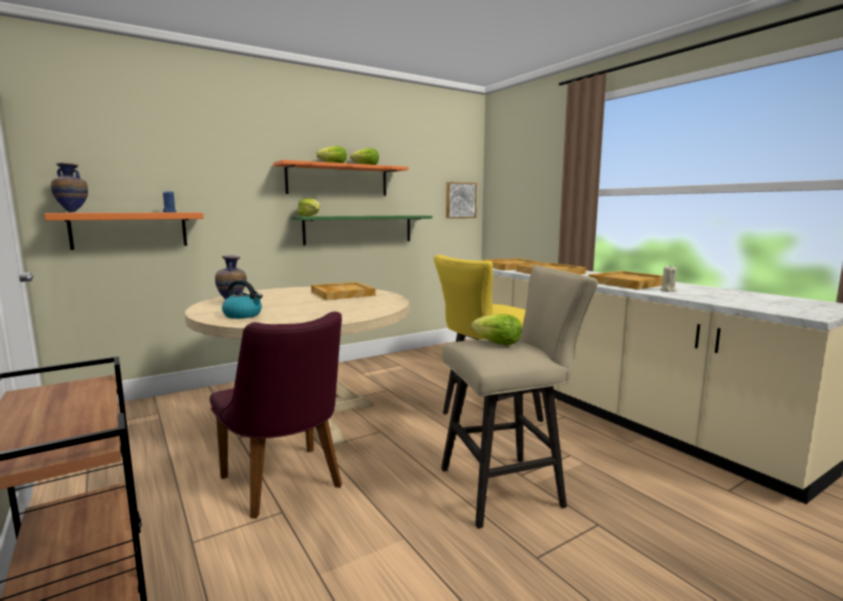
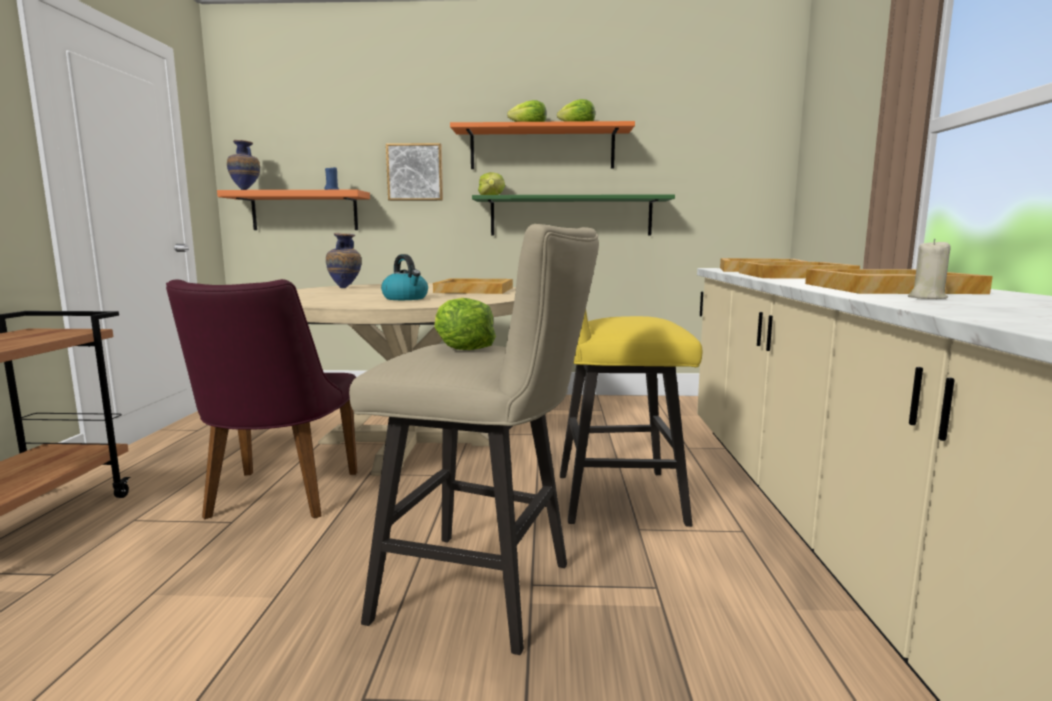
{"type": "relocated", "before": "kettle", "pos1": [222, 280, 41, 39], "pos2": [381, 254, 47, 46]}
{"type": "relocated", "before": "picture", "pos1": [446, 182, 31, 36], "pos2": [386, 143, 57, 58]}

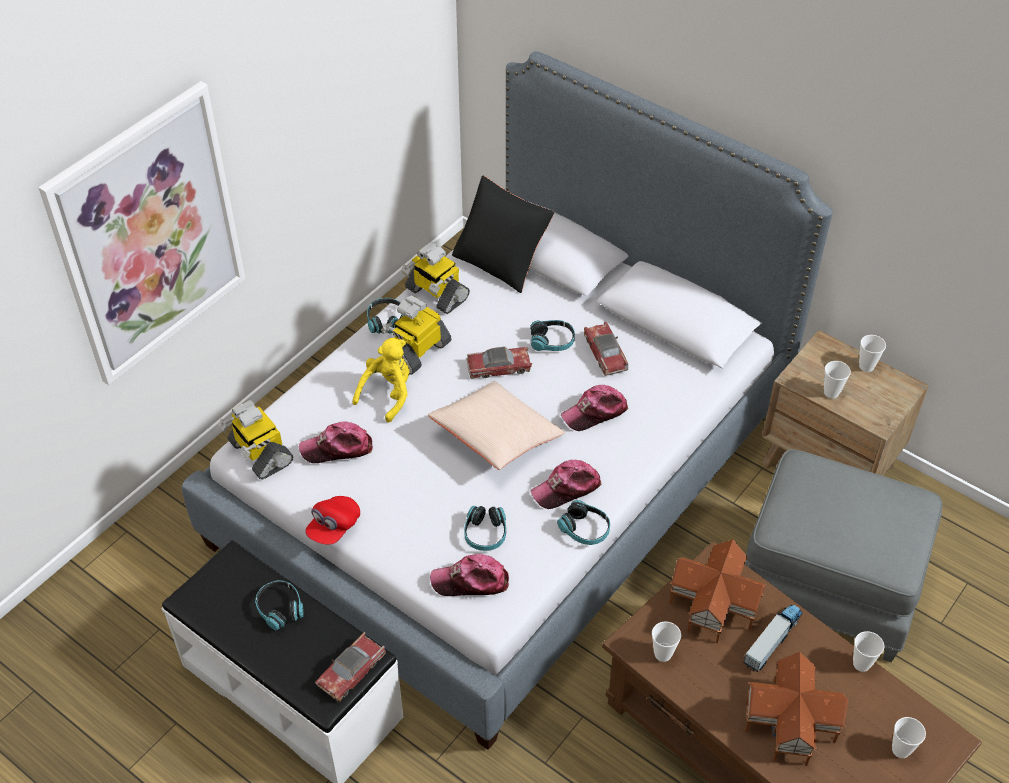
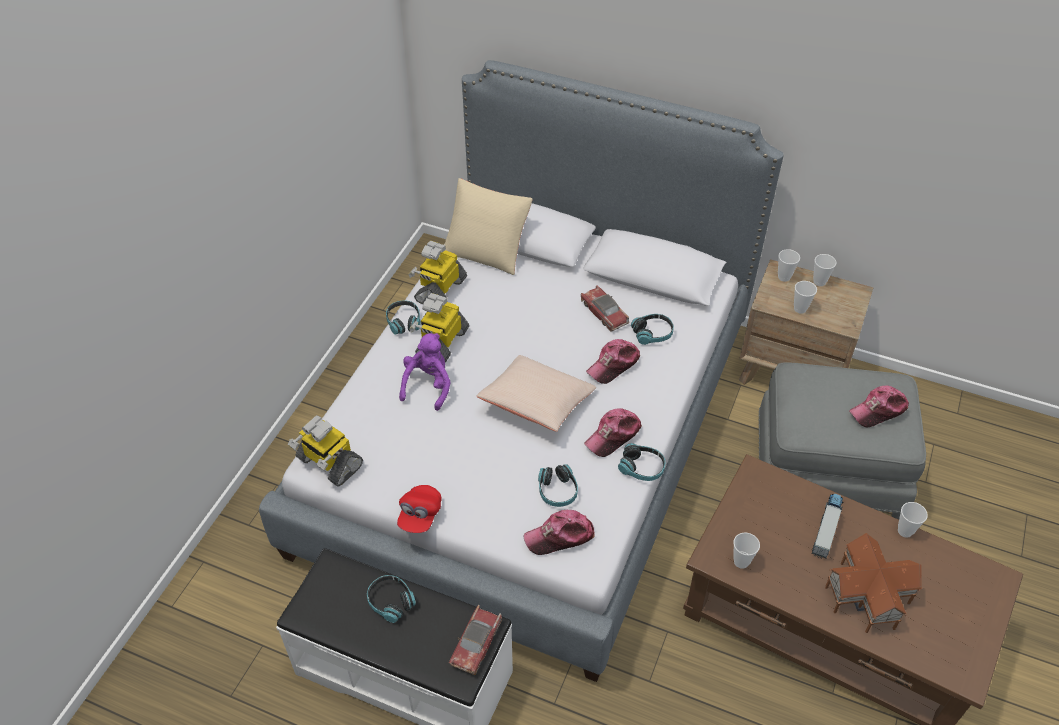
{"type": "colour", "before": "yellowish_plush_toy", "after": "purple-coloured_plush_toy", "pos1": [353, 338, 57, 85], "pos2": [399, 333, 52, 78]}
{"type": "spun", "before": "model_robot", "pos1": [401, 242, 69, 72], "pos2": [408, 241, 59, 63], "turn": 90}
{"type": "colour", "before": "blackish_pillow", "after": "beige_pillow", "pos1": [452, 175, 102, 118], "pos2": [444, 178, 89, 97]}
{"type": "relocated", "before": "headphones", "pos1": [530, 320, 45, 31], "pos2": [631, 314, 43, 31]}
{"type": "relocated", "before": "small_cup", "pos1": [892, 717, 34, 41], "pos2": [778, 249, 22, 33]}
{"type": "relocated", "before": "cap", "pos1": [299, 422, 74, 41], "pos2": [849, 386, 60, 42]}
{"type": "missing", "before": "picture", "pos1": [38, 81, 208, 304]}
{"type": "missing", "before": "model_car", "pos1": [466, 347, 66, 32]}
{"type": "missing", "before": "miniature_house", "pos1": [670, 539, 97, 104]}

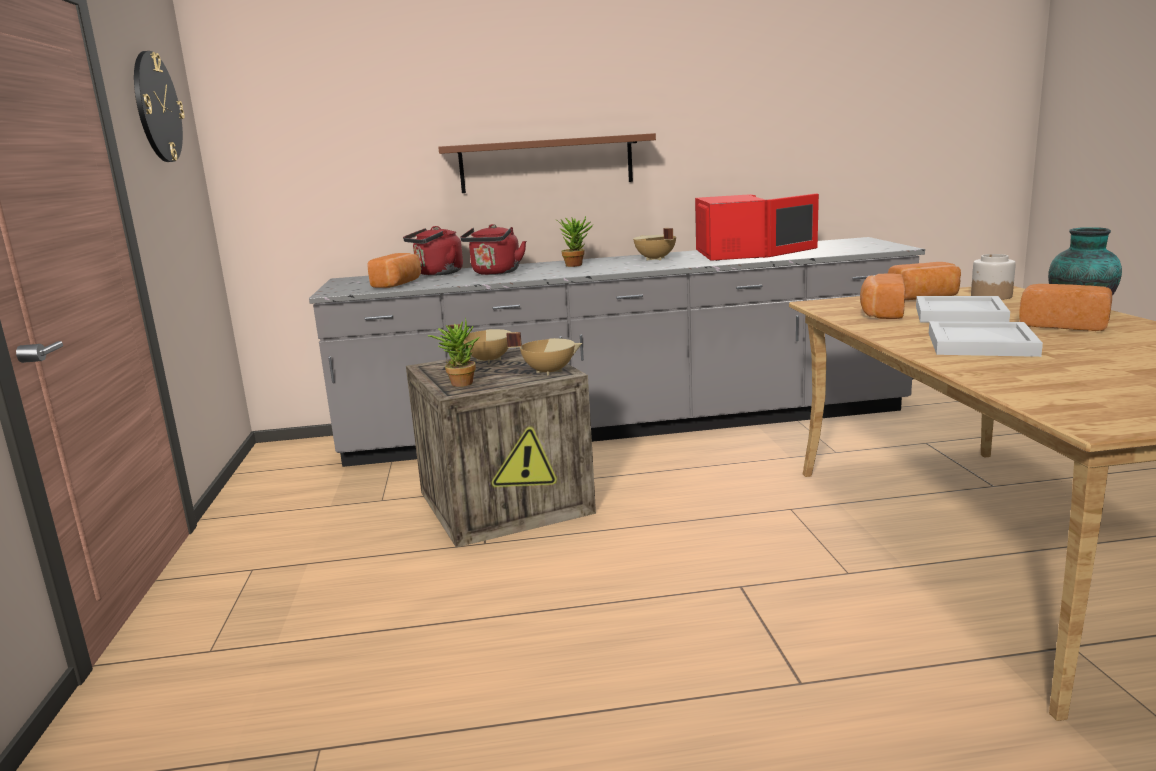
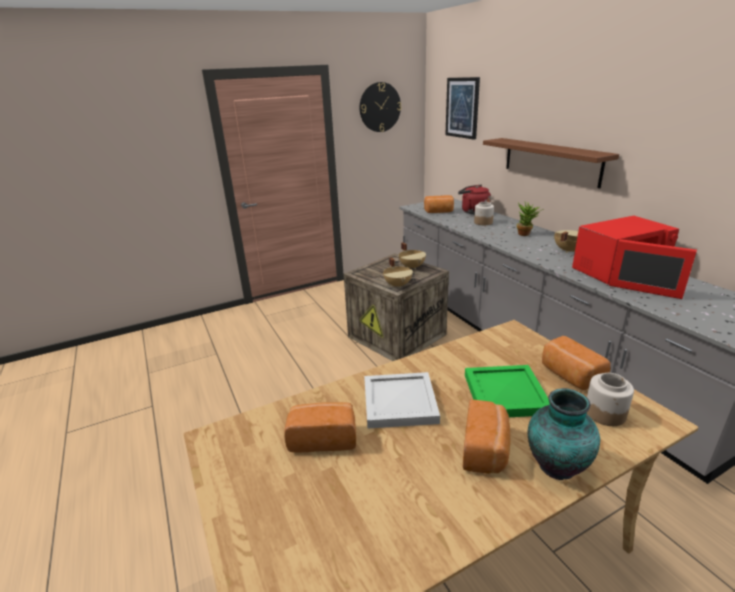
{"type": "relocated", "before": "baked_bread", "pos1": [860, 274, 45, 45], "pos2": [284, 402, 72, 51]}
{"type": "appeared", "after": "picture", "pos2": [445, 77, 35, 63]}
{"type": "colour", "before": "white_carrying_tray", "after": "green-coloured_carrying_tray", "pos1": [916, 296, 94, 27], "pos2": [465, 365, 85, 52]}
{"type": "exchanged", "before": "red_kettle", "after": "preserve_jar", "pos1": [460, 224, 66, 51], "pos2": [474, 202, 20, 23]}
{"type": "missing", "before": "plant_in_a_pot", "pos1": [427, 317, 52, 70]}

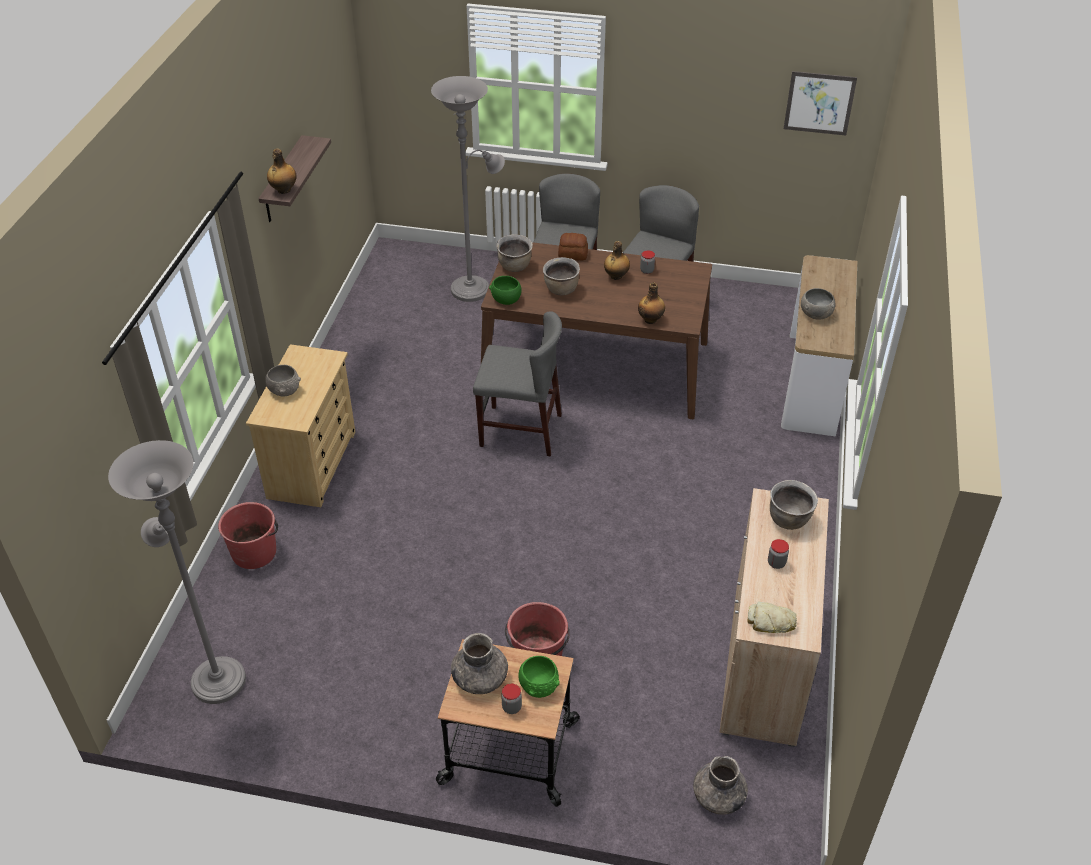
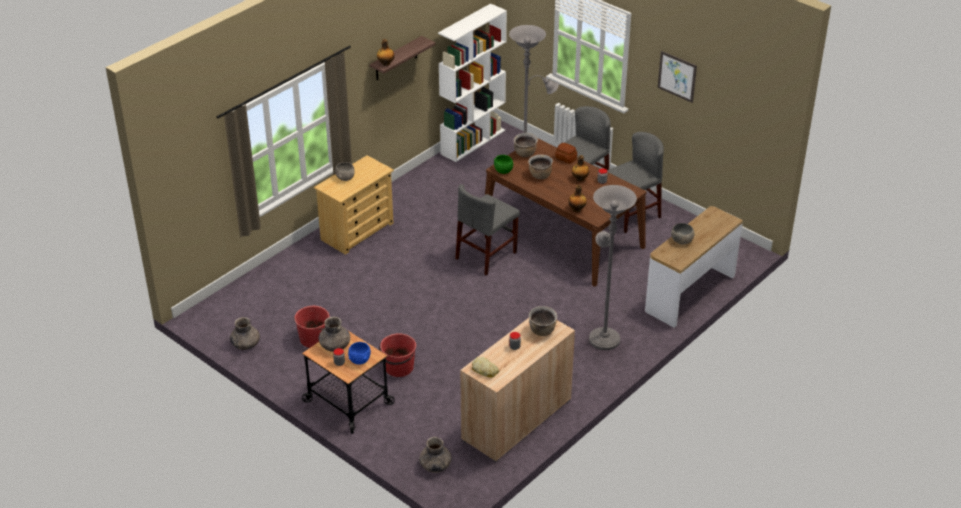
{"type": "appeared", "after": "greyish_vase", "pos2": [230, 317, 30, 33]}
{"type": "relocated", "before": "red_pail", "pos1": [218, 502, 60, 67], "pos2": [294, 306, 36, 42]}
{"type": "colour", "before": "green-coloured_bowl", "after": "bluish_bowl", "pos1": [518, 656, 42, 42], "pos2": [348, 342, 23, 23]}
{"type": "appeared", "after": "white_bookcase", "pos2": [438, 3, 69, 159]}
{"type": "spun", "before": "greyish_plain_chair", "pos1": [473, 311, 89, 146], "pos2": [455, 184, 65, 92], "turn": 90}
{"type": "relocated", "before": "greyish_standing_lamp", "pos1": [108, 440, 138, 264], "pos2": [589, 185, 48, 165]}
{"type": "relocated", "before": "picture", "pos1": [784, 71, 73, 64], "pos2": [658, 51, 39, 52]}

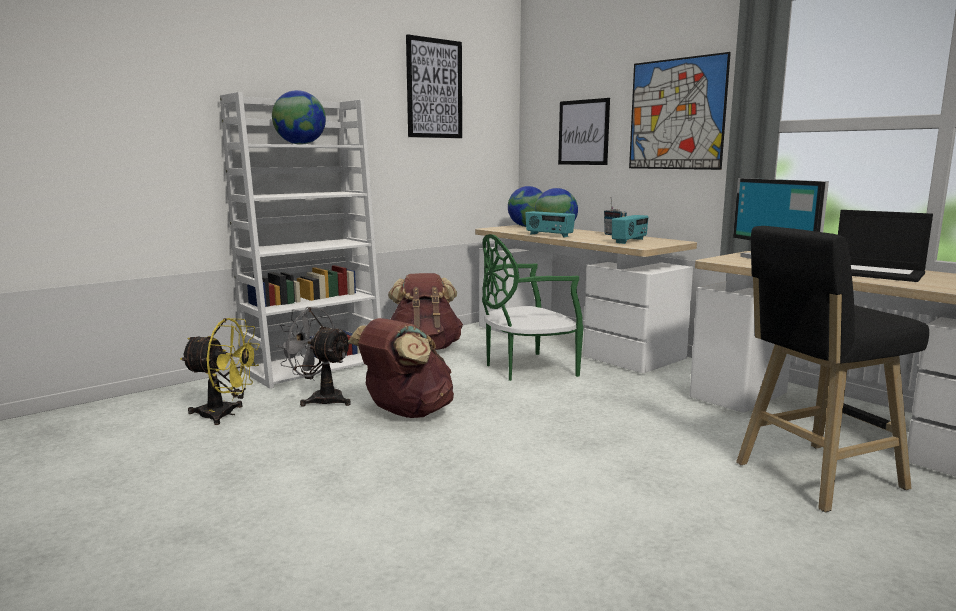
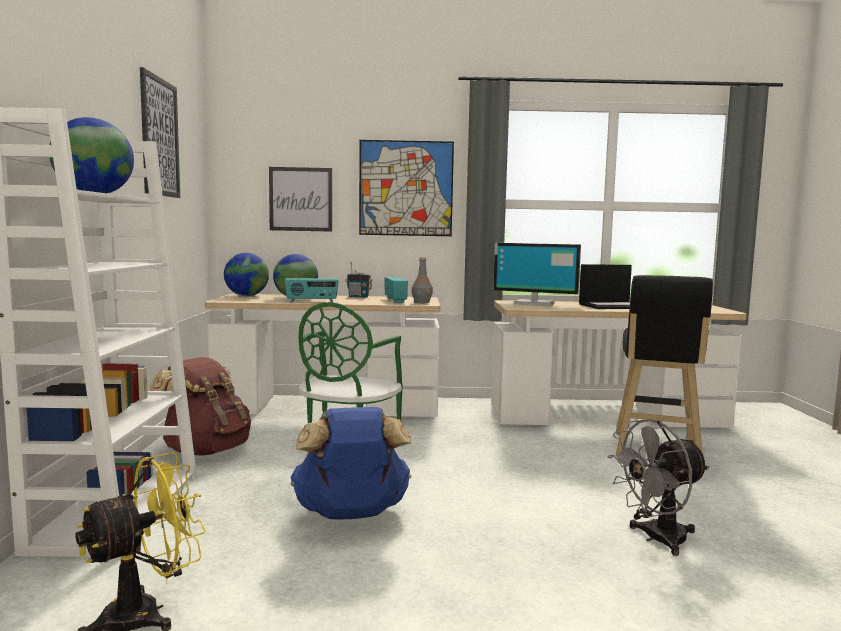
{"type": "colour", "before": "brown-coloured_rucksack", "after": "bluish_rucksack", "pos1": [348, 318, 106, 100], "pos2": [291, 407, 120, 113]}
{"type": "appeared", "after": "greyish_drink_bottle", "pos2": [412, 257, 21, 46]}
{"type": "relocated", "before": "greyish_cooling_fan", "pos1": [276, 307, 75, 100], "pos2": [607, 419, 102, 137]}

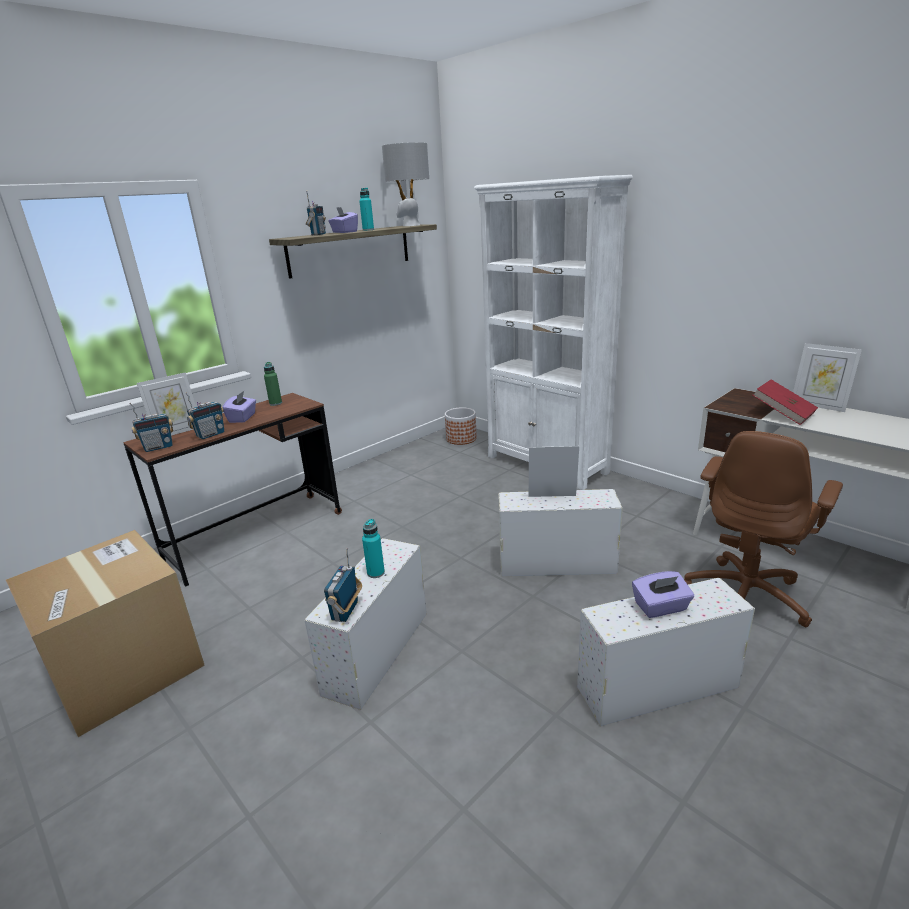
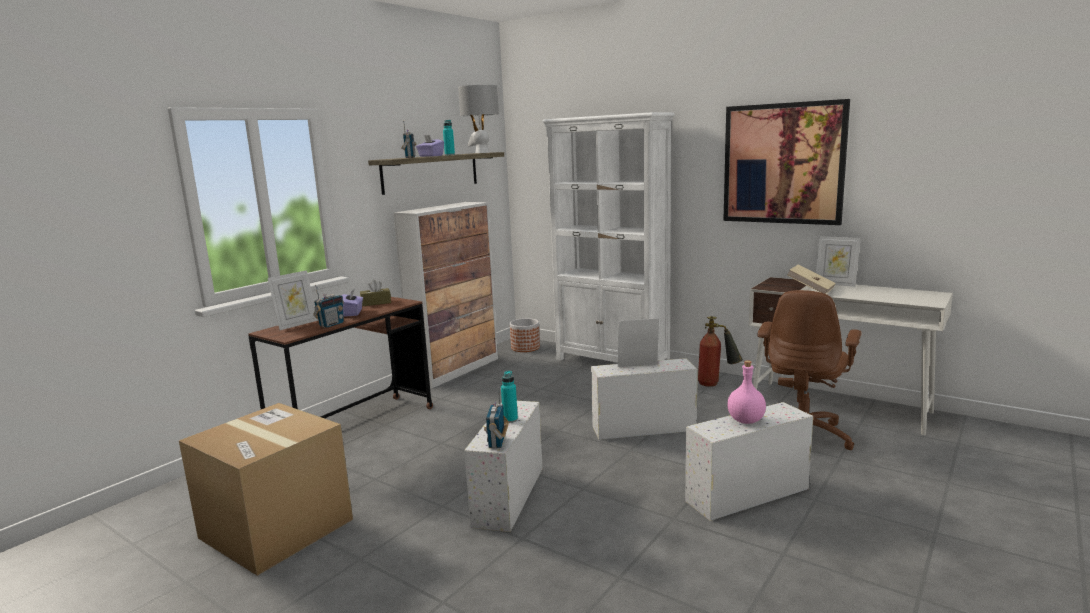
{"type": "exchanged", "before": "green-coloured_drink_bottle", "after": "brown-coloured_box_of_tissues", "pos1": [264, 362, 18, 44], "pos2": [360, 280, 31, 26]}
{"type": "appeared", "after": "cabinet", "pos2": [394, 202, 104, 186]}
{"type": "appeared", "after": "fire_extinguisher", "pos2": [698, 316, 45, 71]}
{"type": "appeared", "after": "picture", "pos2": [723, 99, 127, 126]}
{"type": "exchanged", "before": "purple-coloured_box_of_tissues", "after": "pink_drink_bottle", "pos1": [632, 571, 62, 47], "pos2": [727, 360, 39, 64]}
{"type": "colour", "before": "red_volume", "after": "beige_volume", "pos1": [753, 379, 65, 46], "pos2": [787, 264, 49, 30]}
{"type": "missing", "before": "radio_receiver", "pos1": [130, 403, 43, 49]}

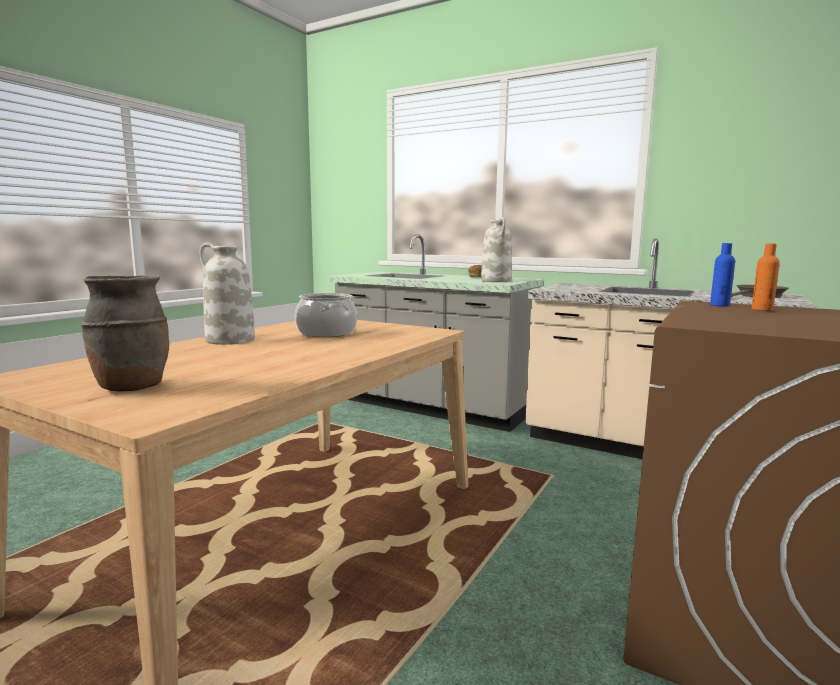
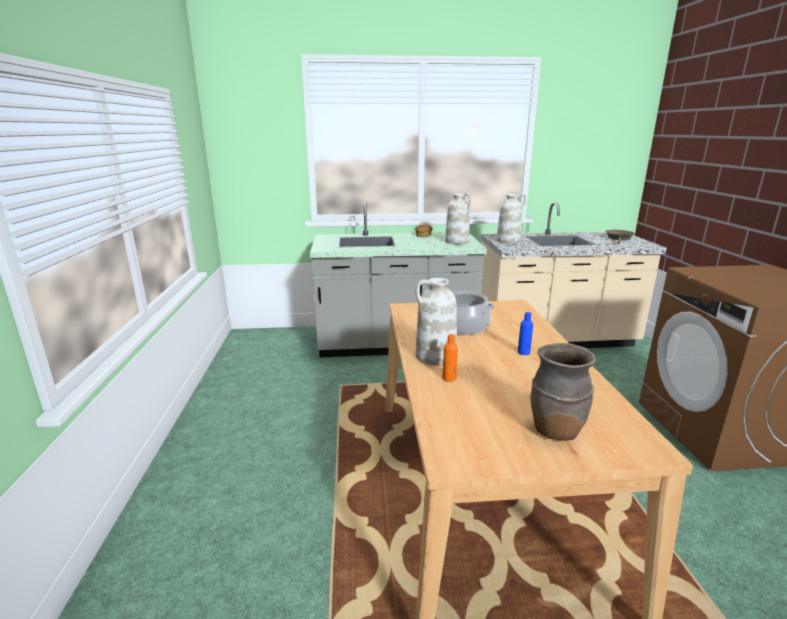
{"type": "relocated", "before": "orange-coloured_drink_bottle", "pos1": [752, 244, 28, 67], "pos2": [443, 334, 15, 48]}
{"type": "appeared", "after": "white_vase", "pos2": [497, 193, 29, 51]}
{"type": "relocated", "before": "bluish_drink_bottle", "pos1": [710, 243, 25, 63], "pos2": [518, 312, 15, 43]}

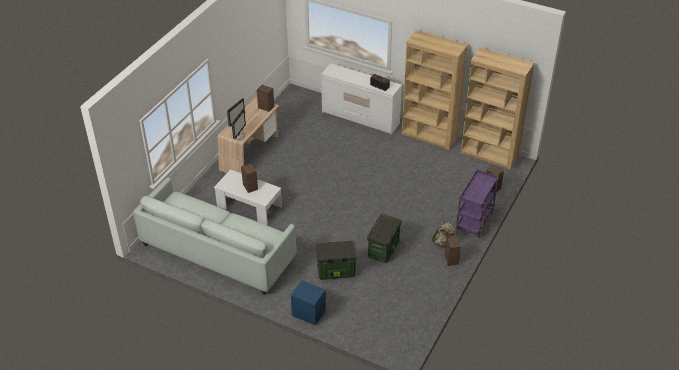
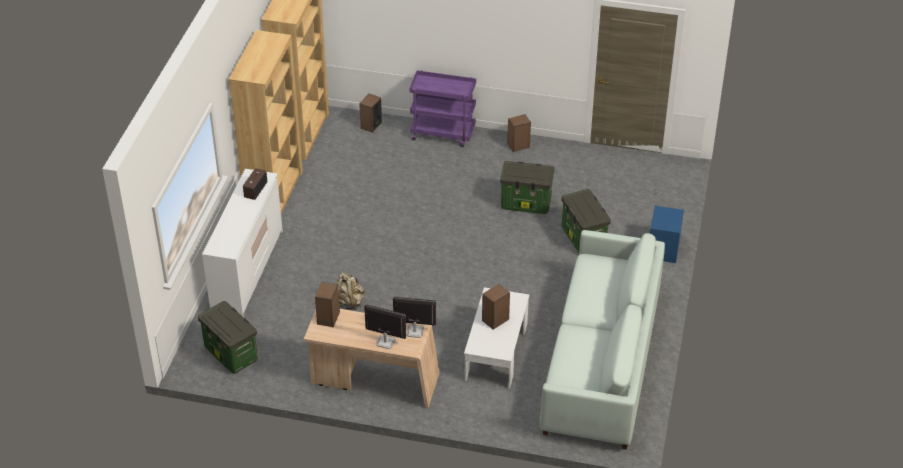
{"type": "appeared", "after": "storage_container", "pos2": [198, 301, 60, 73]}
{"type": "relocated", "before": "beige_rucksack", "pos1": [432, 221, 25, 26], "pos2": [336, 273, 28, 37]}

